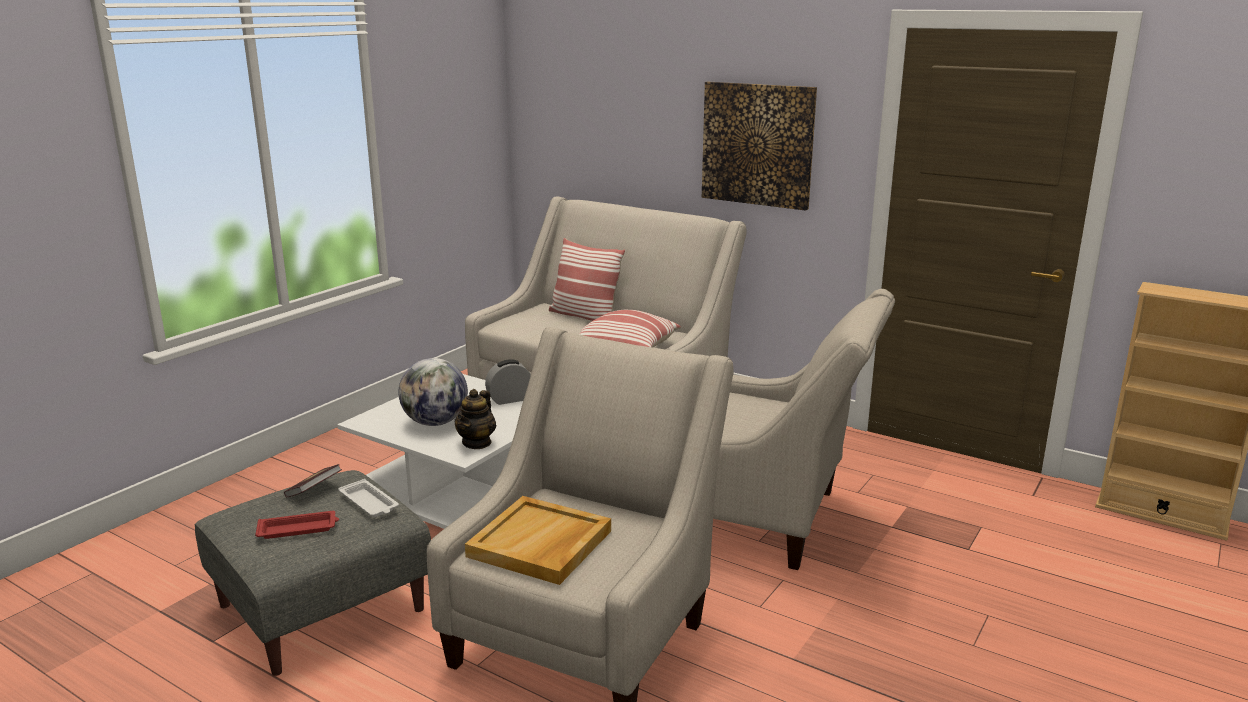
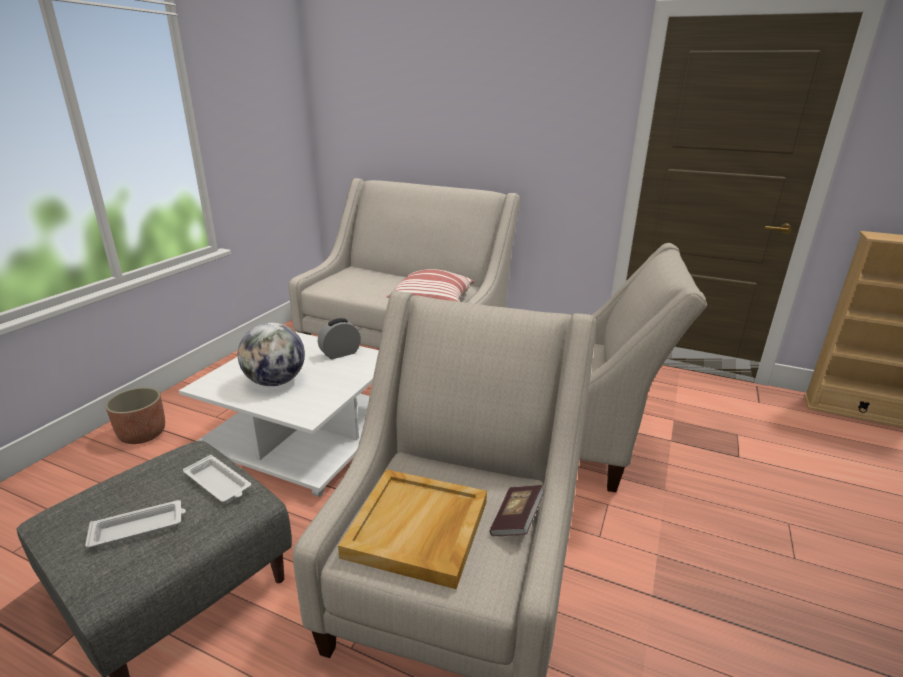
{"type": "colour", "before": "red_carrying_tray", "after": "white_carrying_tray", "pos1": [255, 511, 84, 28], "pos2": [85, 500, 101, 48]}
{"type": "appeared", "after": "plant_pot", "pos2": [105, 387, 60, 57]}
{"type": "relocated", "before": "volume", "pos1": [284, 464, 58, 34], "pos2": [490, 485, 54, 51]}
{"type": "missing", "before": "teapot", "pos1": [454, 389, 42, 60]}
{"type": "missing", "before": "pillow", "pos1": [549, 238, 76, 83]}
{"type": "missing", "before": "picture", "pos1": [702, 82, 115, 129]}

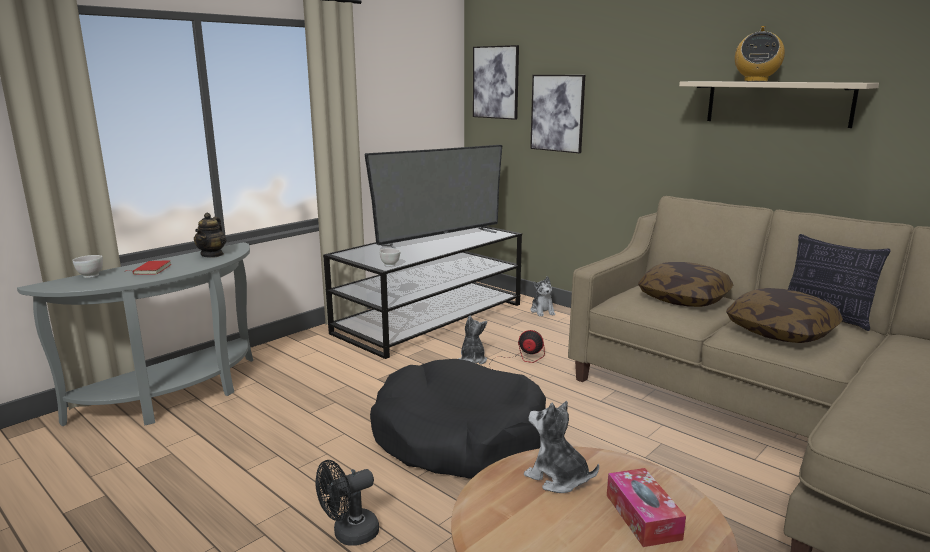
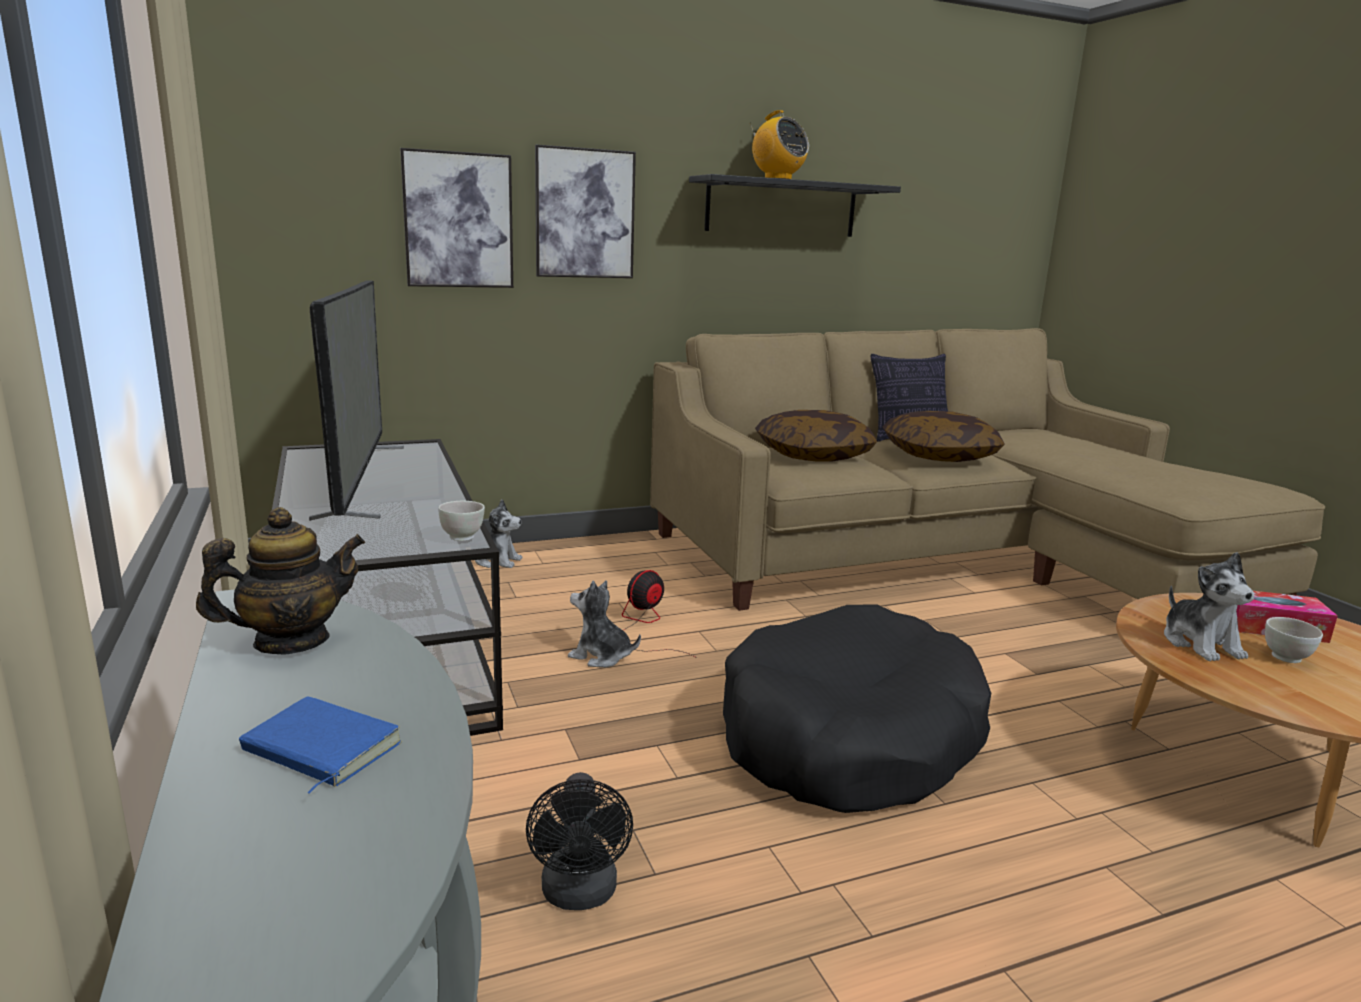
{"type": "spun", "before": "teapot", "pos1": [194, 213, 32, 45], "pos2": [196, 507, 169, 147], "turn": -60}
{"type": "colour", "before": "red_volume", "after": "bluish_volume", "pos1": [126, 260, 46, 15], "pos2": [239, 697, 163, 97]}
{"type": "relocated", "before": "blackish_cooling_fan", "pos1": [315, 460, 64, 86], "pos2": [526, 772, 107, 138]}
{"type": "relocated", "before": "picture", "pos1": [473, 45, 46, 75], "pos2": [535, 144, 101, 134]}
{"type": "colour", "before": "beige_wall_shelf", "after": "blackish_wall_shelf", "pos1": [679, 81, 200, 47], "pos2": [689, 174, 212, 63]}
{"type": "spun", "before": "plush_toy", "pos1": [524, 401, 75, 92], "pos2": [1164, 552, 90, 109], "turn": -75}
{"type": "relocated", "before": "white_bowl", "pos1": [72, 255, 31, 23], "pos2": [1265, 617, 58, 46]}

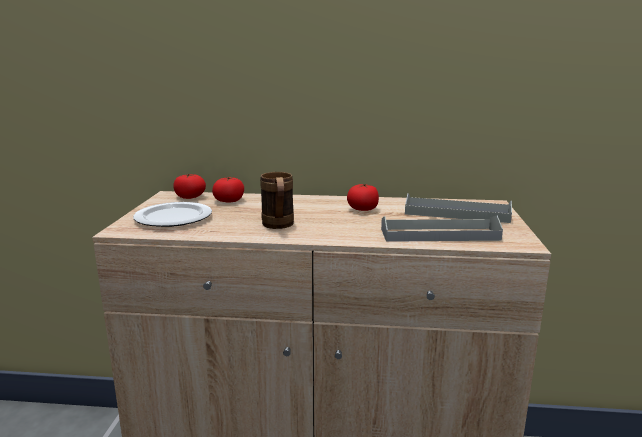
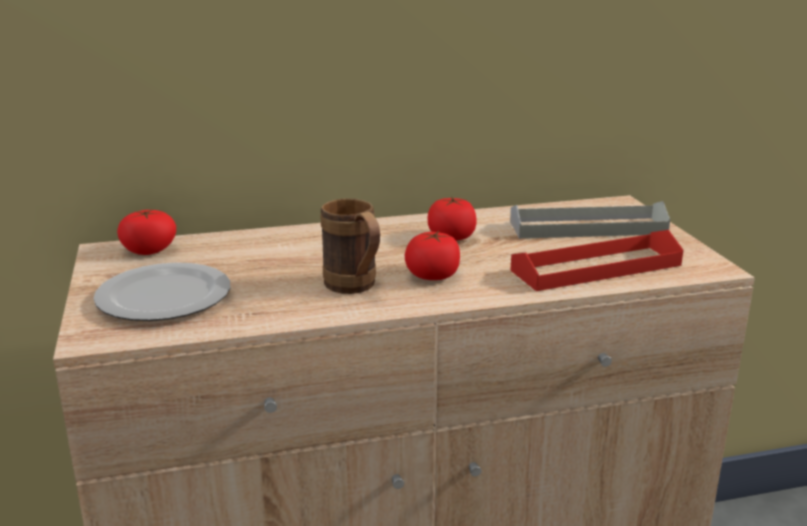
{"type": "relocated", "before": "tomato", "pos1": [212, 177, 32, 25], "pos2": [405, 231, 55, 49]}
{"type": "colour", "before": "greyish_carrying_tray", "after": "red_carrying_tray", "pos1": [381, 215, 122, 27], "pos2": [510, 230, 173, 61]}

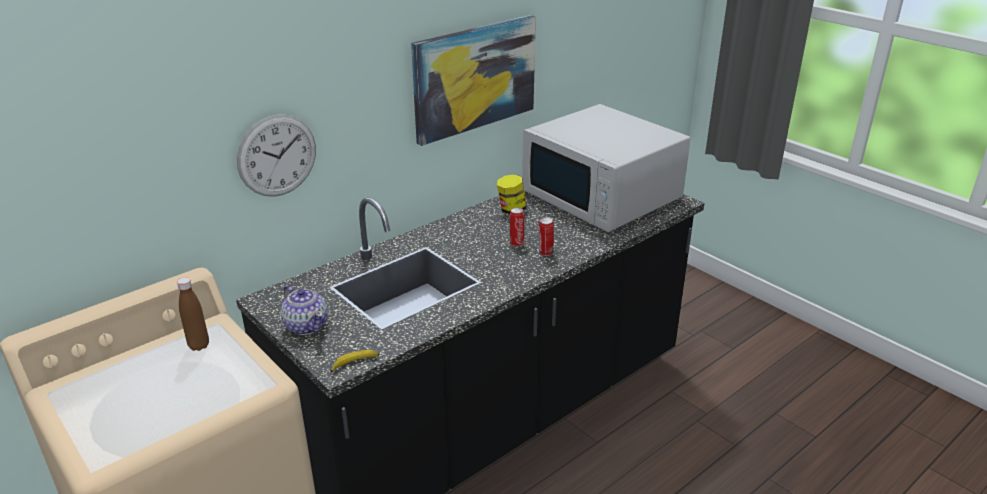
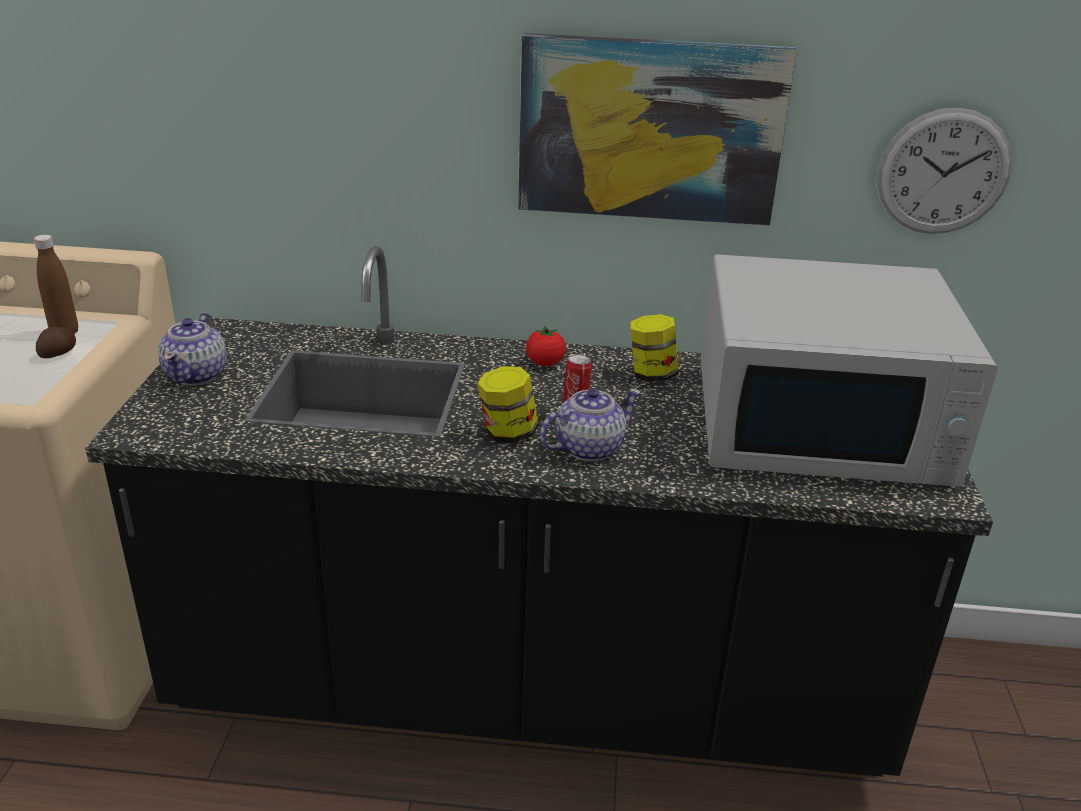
{"type": "appeared", "after": "spud", "pos2": [36, 327, 40, 31]}
{"type": "appeared", "after": "preserve_jar", "pos2": [477, 366, 62, 77]}
{"type": "appeared", "after": "tomato", "pos2": [526, 325, 40, 41]}
{"type": "exchanged", "before": "sealed_can", "after": "teapot", "pos1": [539, 217, 15, 39], "pos2": [540, 388, 101, 73]}
{"type": "spun", "before": "white_microwave", "pos1": [522, 104, 169, 128], "pos2": [700, 254, 298, 233], "turn": -90}
{"type": "relocated", "before": "clock_on_the_wall", "pos1": [237, 114, 79, 83], "pos2": [877, 108, 135, 126]}
{"type": "missing", "before": "banana", "pos1": [330, 350, 49, 22]}

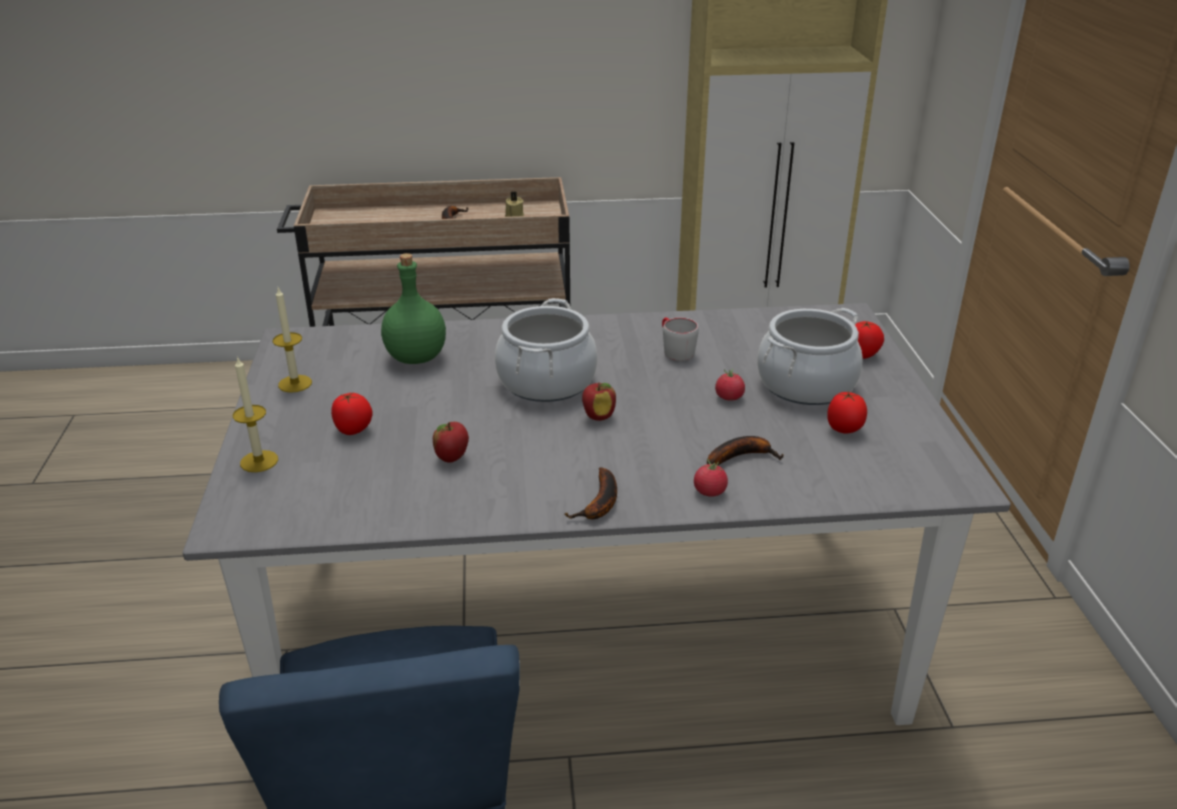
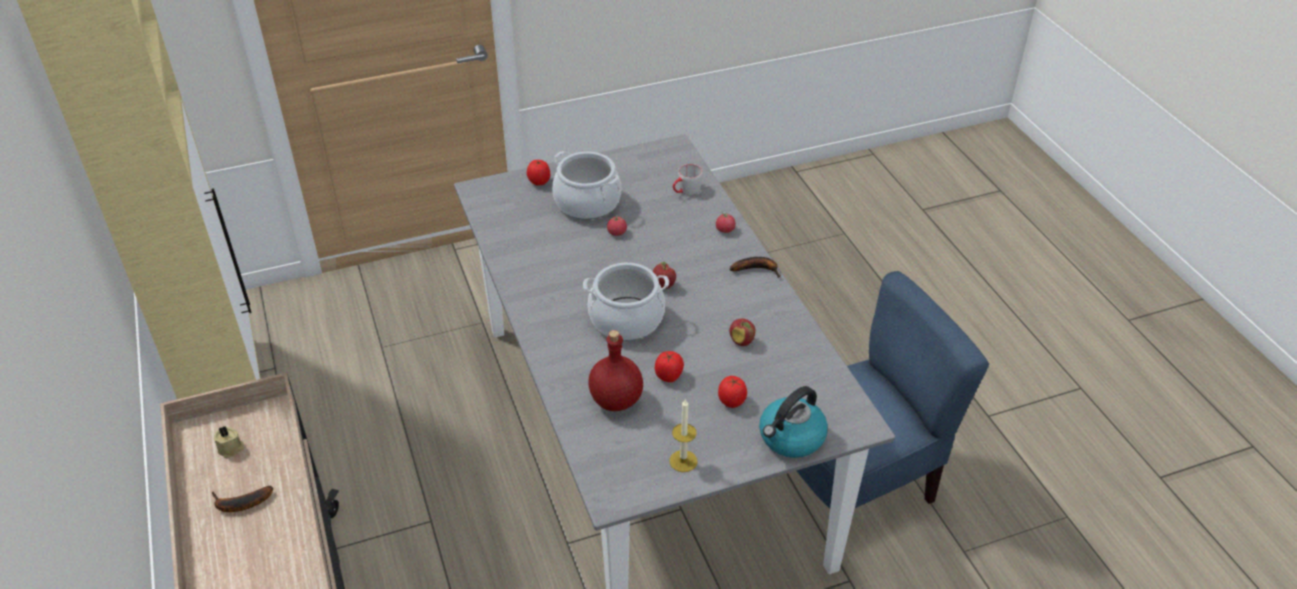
{"type": "colour", "before": "green-coloured_drink_bottle", "after": "red_drink_bottle", "pos1": [381, 253, 65, 111], "pos2": [588, 330, 55, 81]}
{"type": "relocated", "before": "tomato", "pos1": [827, 391, 40, 43], "pos2": [655, 351, 29, 31]}
{"type": "relocated", "before": "greyish_mug", "pos1": [662, 318, 37, 43], "pos2": [673, 164, 30, 31]}
{"type": "exchanged", "before": "candle", "after": "kettle", "pos1": [233, 356, 45, 116], "pos2": [759, 386, 69, 72]}
{"type": "missing", "before": "banana", "pos1": [707, 436, 77, 29]}

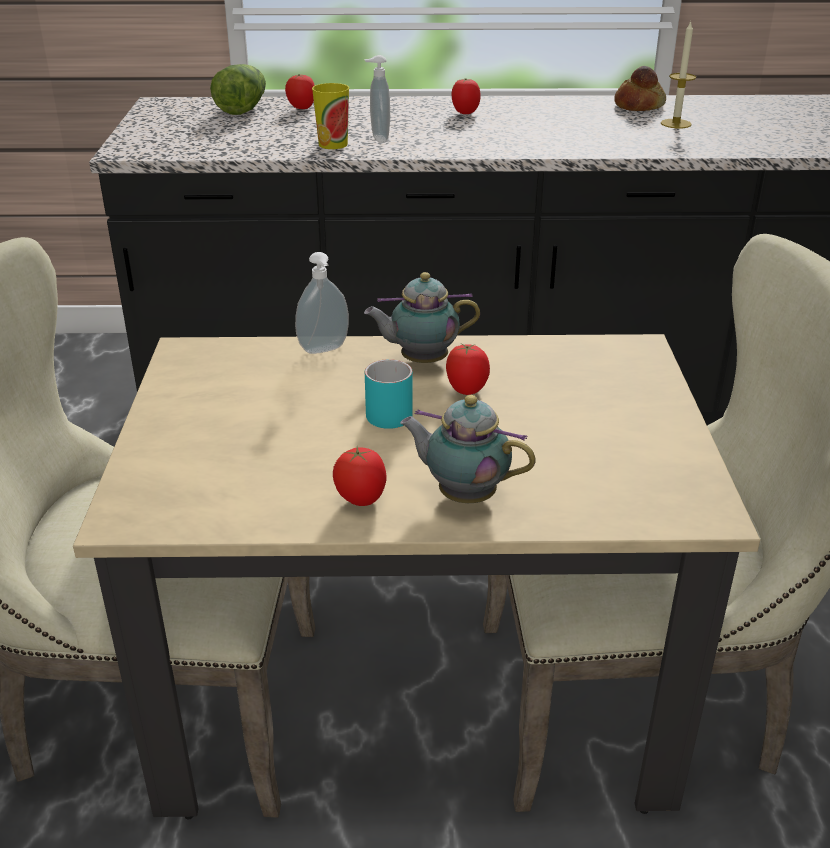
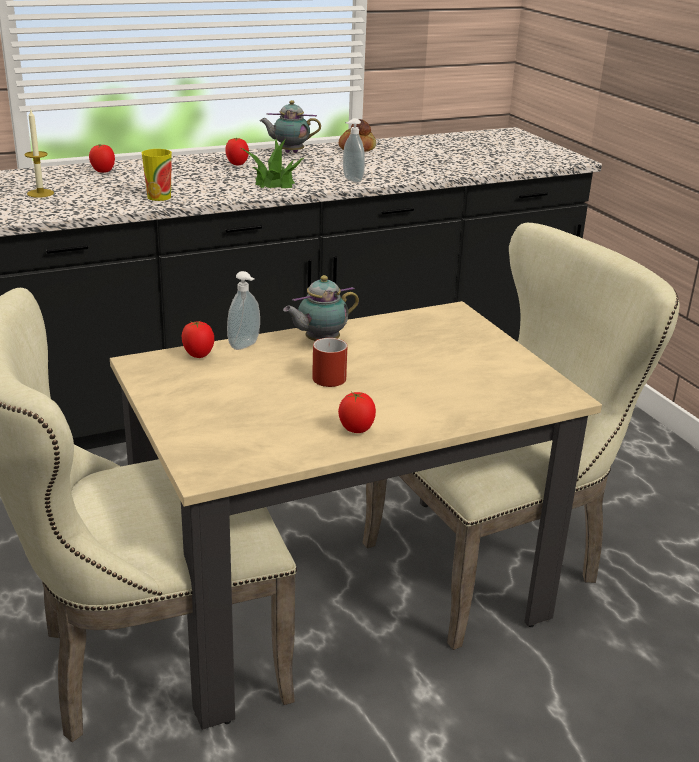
{"type": "relocated", "before": "candle", "pos1": [661, 21, 35, 107], "pos2": [24, 108, 30, 90]}
{"type": "relocated", "before": "tomato", "pos1": [446, 344, 44, 51], "pos2": [182, 321, 32, 37]}
{"type": "appeared", "after": "plant_in_a_pot", "pos2": [241, 139, 63, 49]}
{"type": "relocated", "before": "teapot", "pos1": [400, 395, 136, 108], "pos2": [260, 100, 61, 53]}
{"type": "colour", "before": "turquoise_mug", "after": "red_mug", "pos1": [365, 359, 48, 70], "pos2": [312, 338, 35, 49]}
{"type": "relocated", "before": "liquid_soap_bottle", "pos1": [364, 55, 26, 87], "pos2": [343, 118, 22, 65]}
{"type": "missing", "before": "lettuce_head", "pos1": [210, 64, 56, 51]}

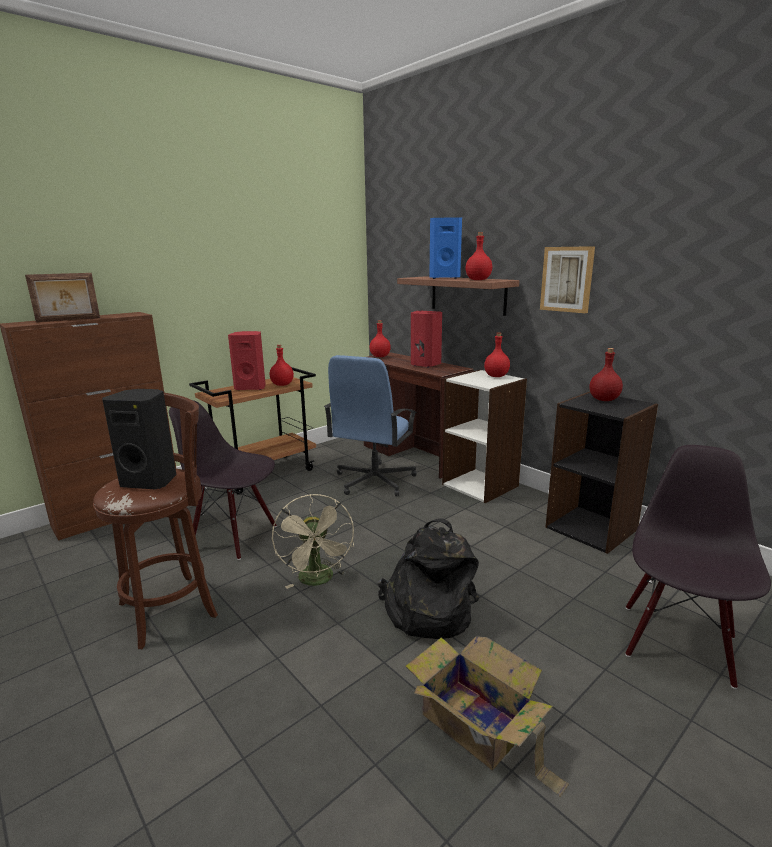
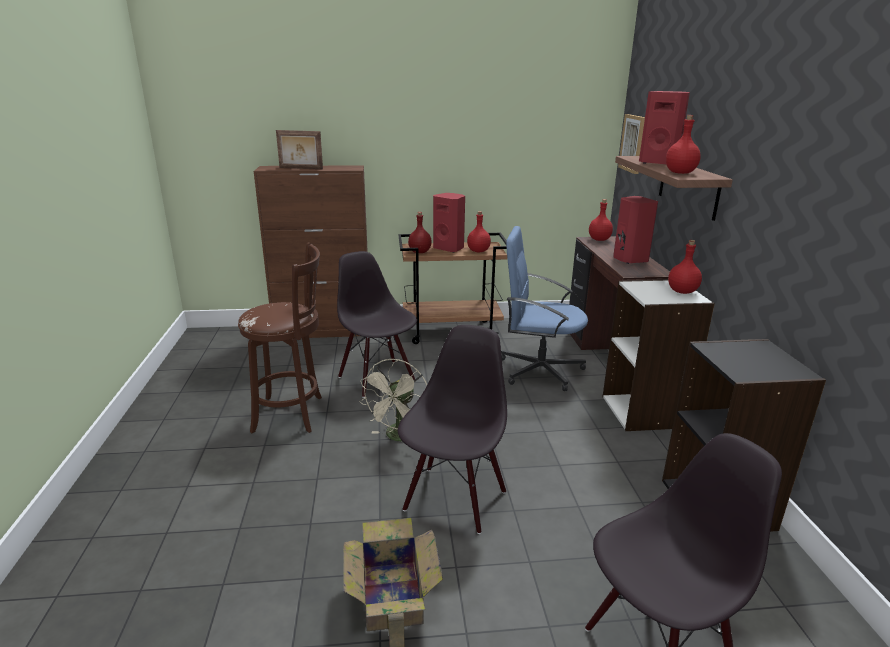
{"type": "exchanged", "before": "blackish_rucksack", "after": "blackish_plain_chair", "pos1": [377, 518, 102, 121], "pos2": [398, 325, 109, 209]}
{"type": "relocated", "before": "red_drink_bottle", "pos1": [589, 348, 34, 53], "pos2": [408, 212, 24, 41]}
{"type": "spun", "before": "bluish_office_chair", "pos1": [324, 355, 93, 141], "pos2": [501, 226, 87, 165], "turn": 45}
{"type": "relocated", "before": "picture", "pos1": [540, 246, 55, 67], "pos2": [618, 114, 27, 60]}
{"type": "colour", "before": "bluish_speaker", "after": "red_speaker", "pos1": [429, 217, 33, 62], "pos2": [639, 91, 51, 73]}
{"type": "missing", "before": "blackish_speaker", "pos1": [102, 389, 75, 100]}

